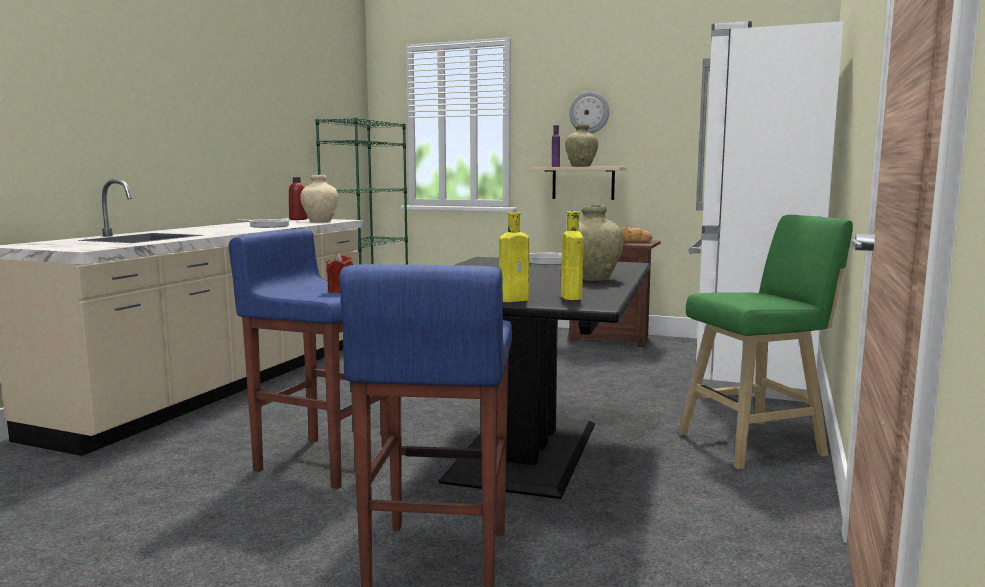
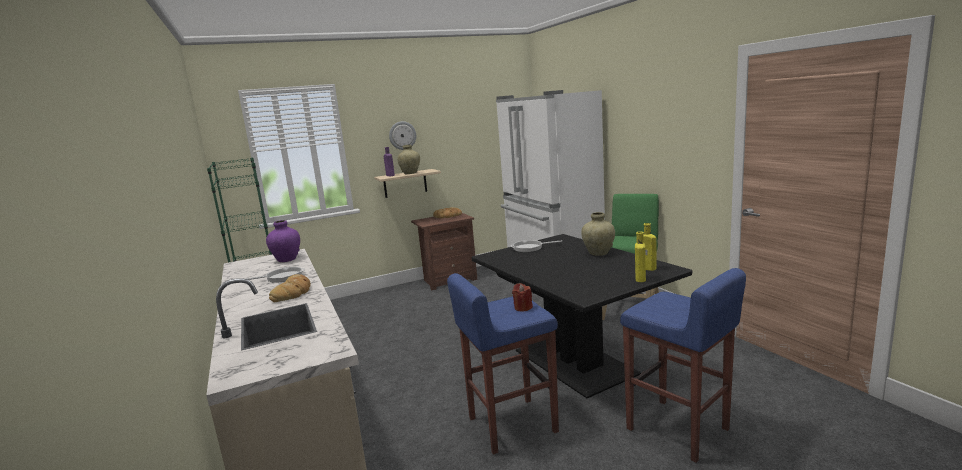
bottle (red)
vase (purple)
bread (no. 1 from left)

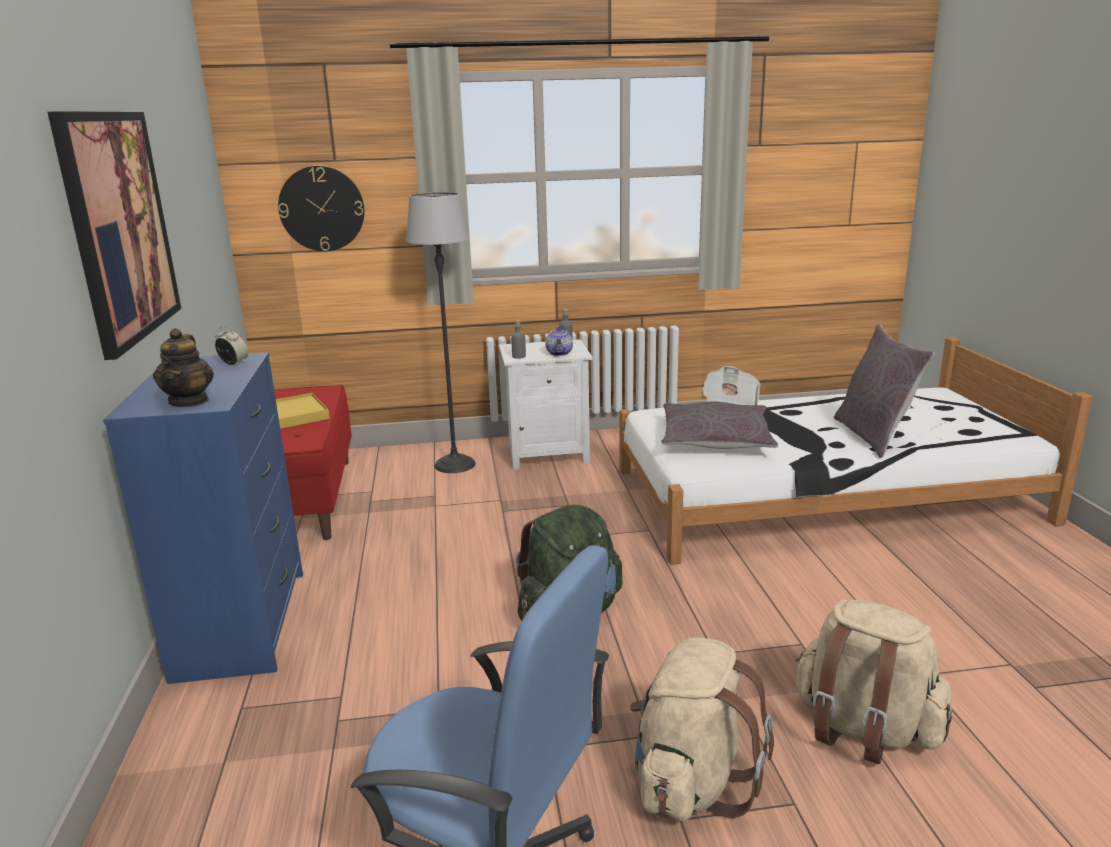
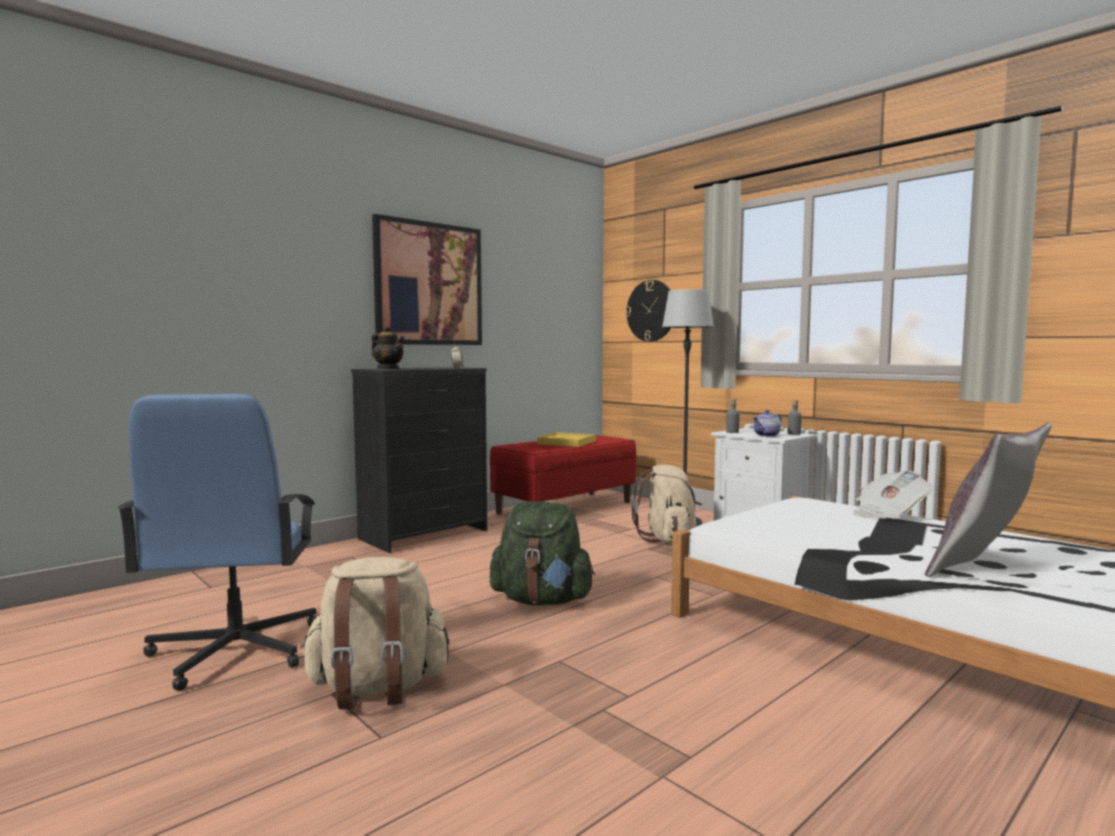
dresser (black)
teapot (no. 1 from left)
pillow (grey) (no. 1 from left in the first image)
backpack (beige) (no. 2 from left)

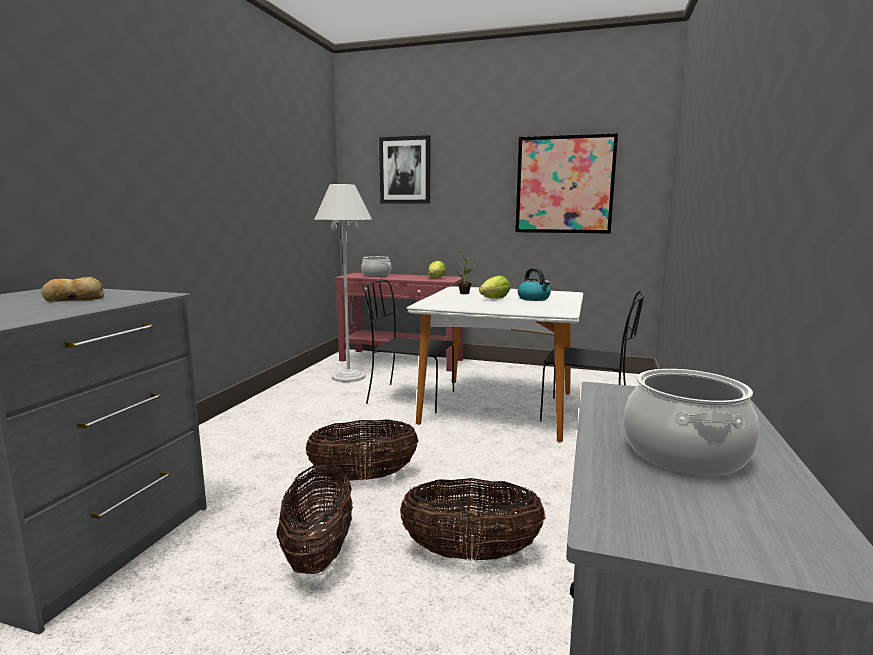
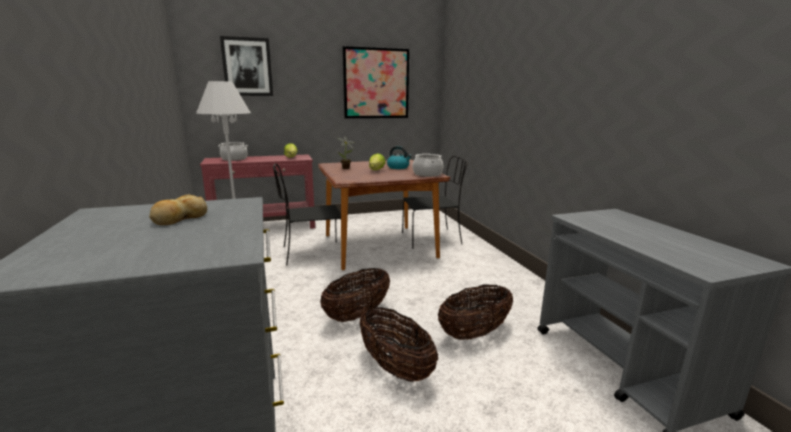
dining table (brown)
cooking pot (no. 2 from left)

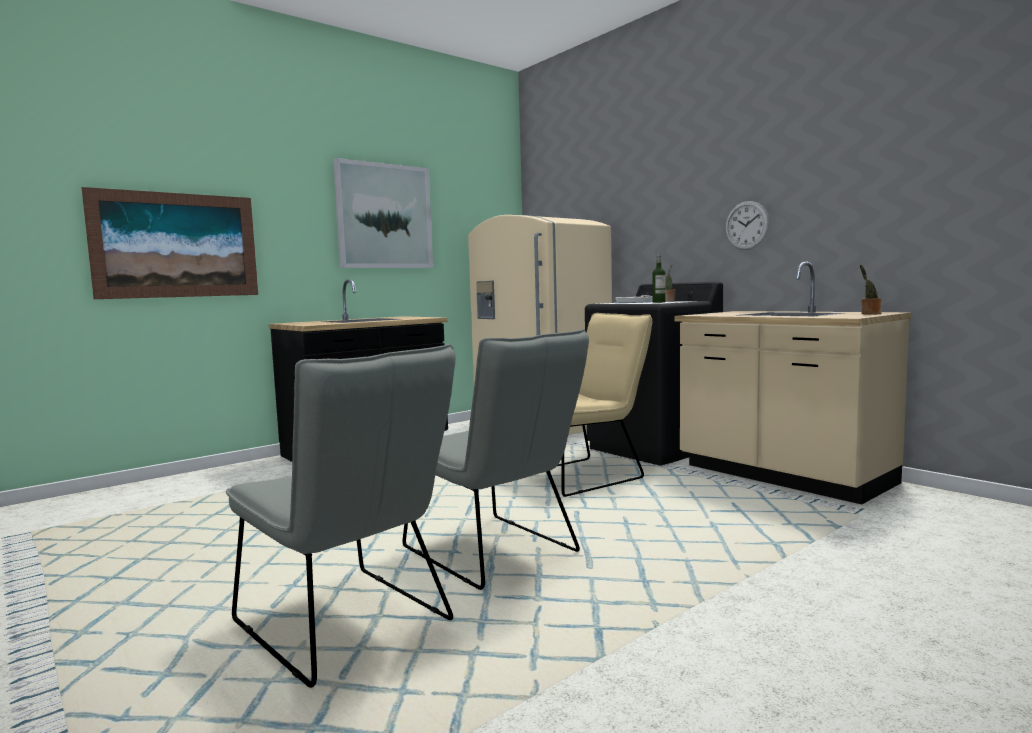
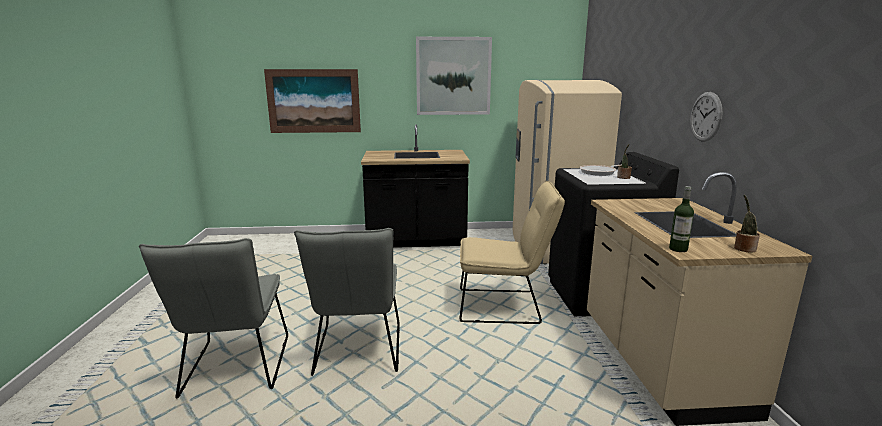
bottle

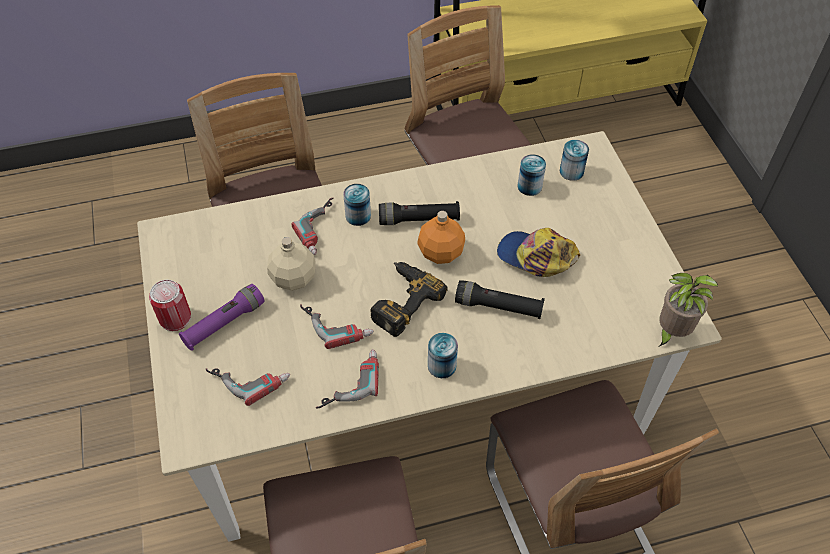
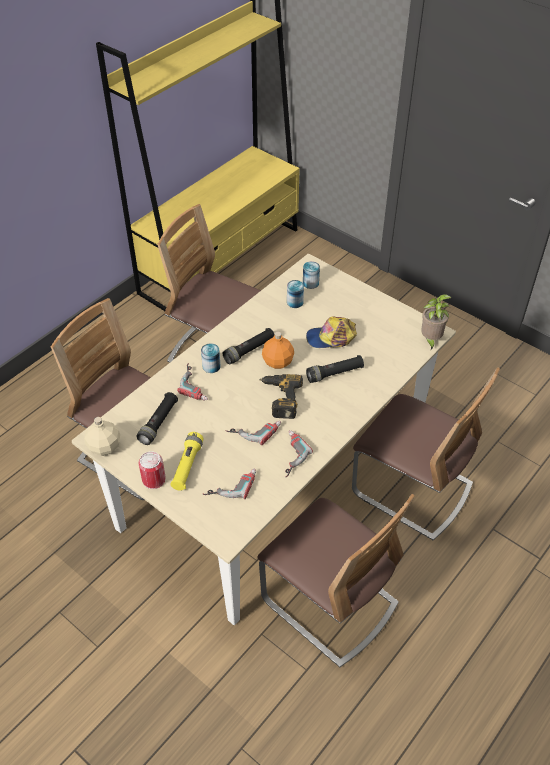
flashlight (yellow)
bottle (beige)
can (no. 3 from left in the first image)
flashlight (black) (no. 1 from left)

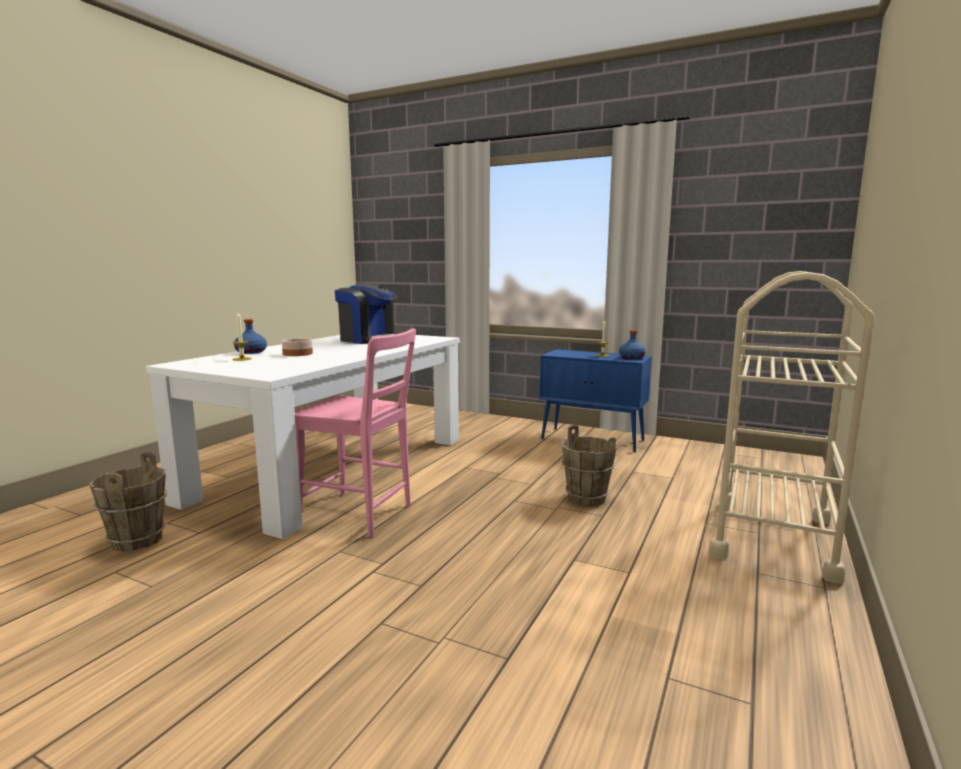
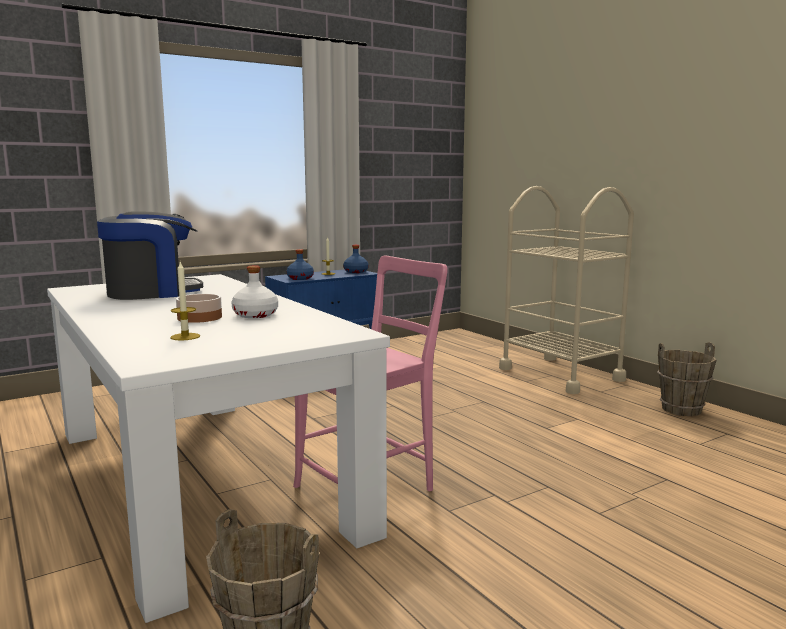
bottle (blue) (no. 1 from left)
bucket (brown) (no. 2 from left)
bottle (white)

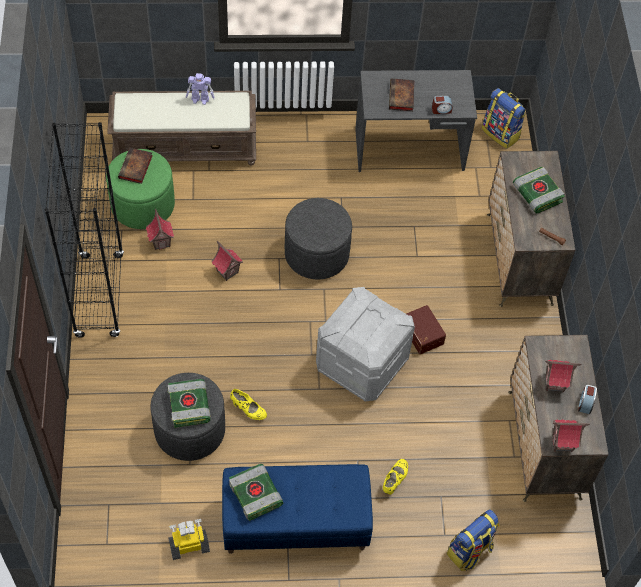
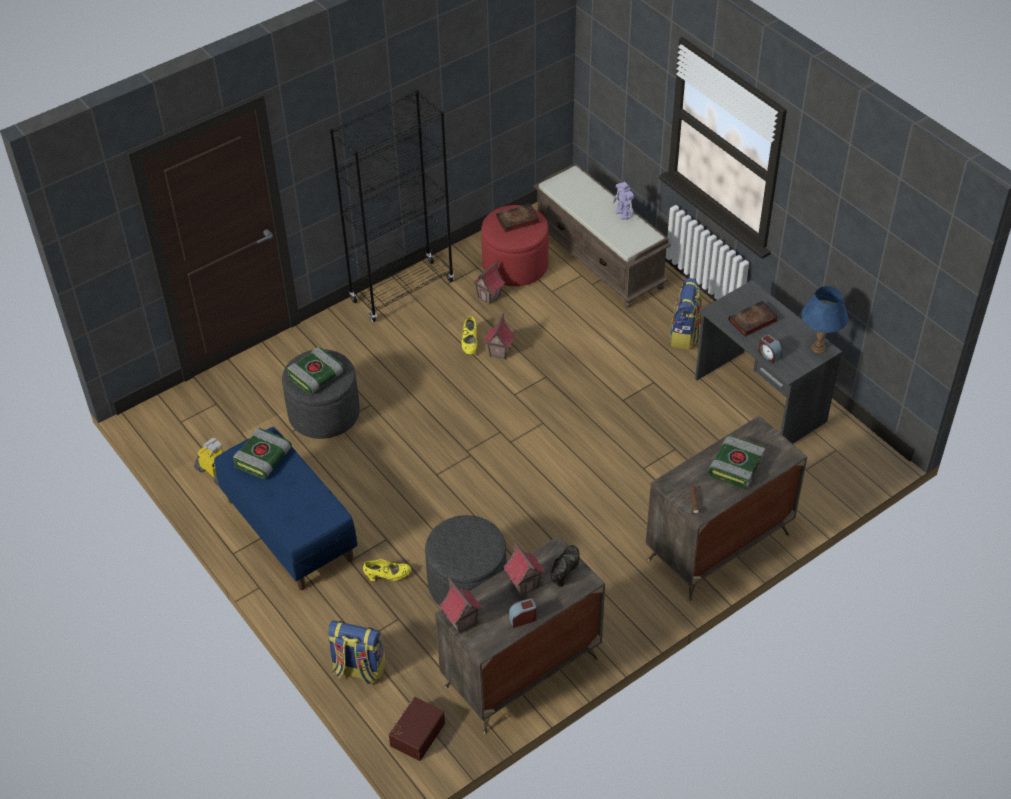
ottoman (red)
shoe (yellow) (no. 2 from left)
ottoman (grey) (no. 2 from left)
storage box (grey)
storage box (brown)
backpack (no. 2 from left)
shoe (black)
table lamp (blue)

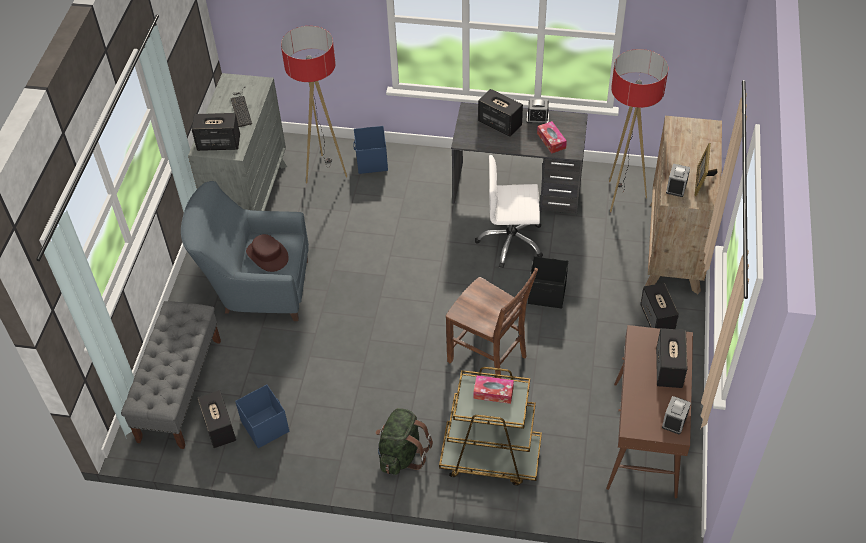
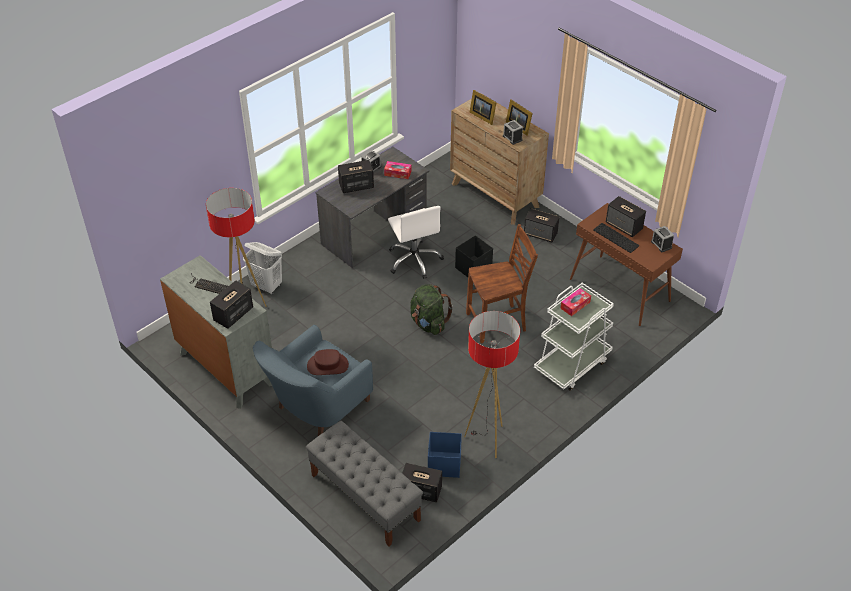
laundry basket (white)
backpack (green)
cart (white)
office chair (white)
floor lamp (no. 2 from left)
picture frame (no. 1 from left)
keyboard (no. 2 from left)

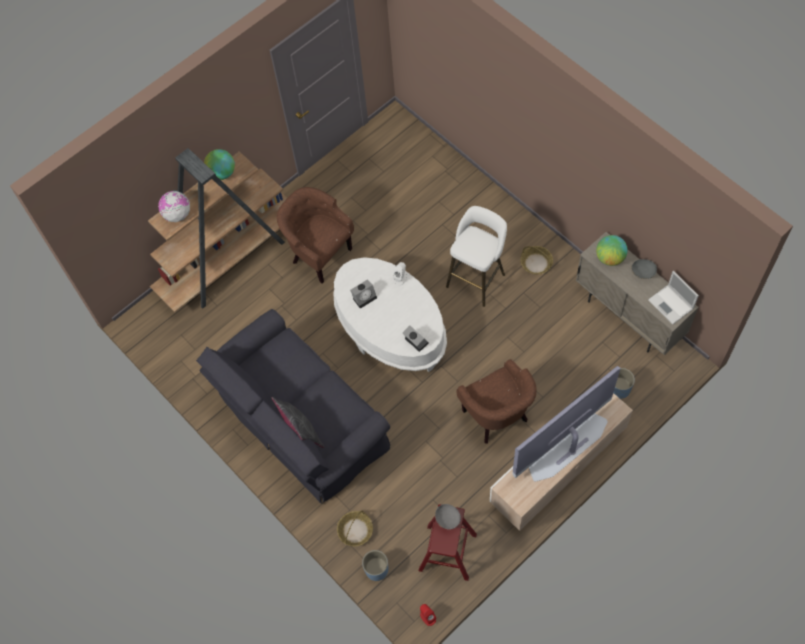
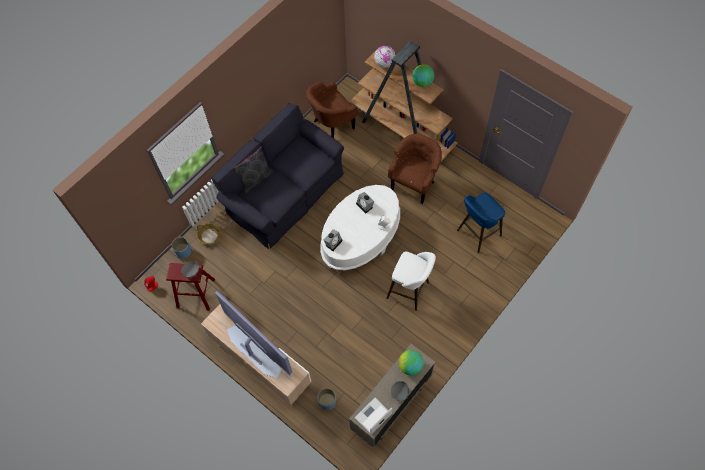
armchair (brown) (no. 1 from left)
basket (no. 2 from left in the first image)
stool (blue)

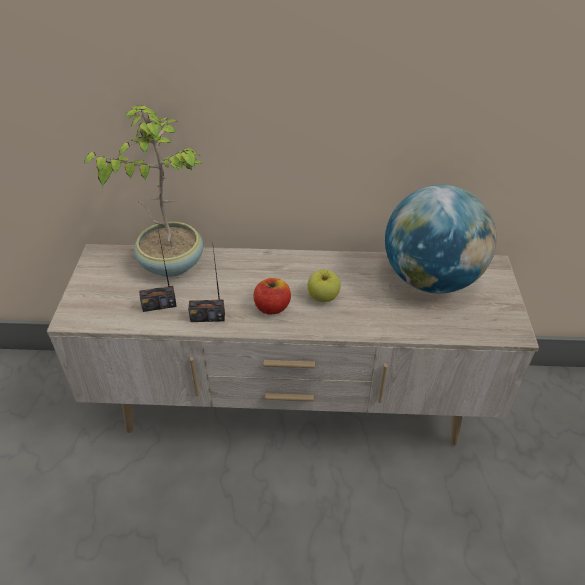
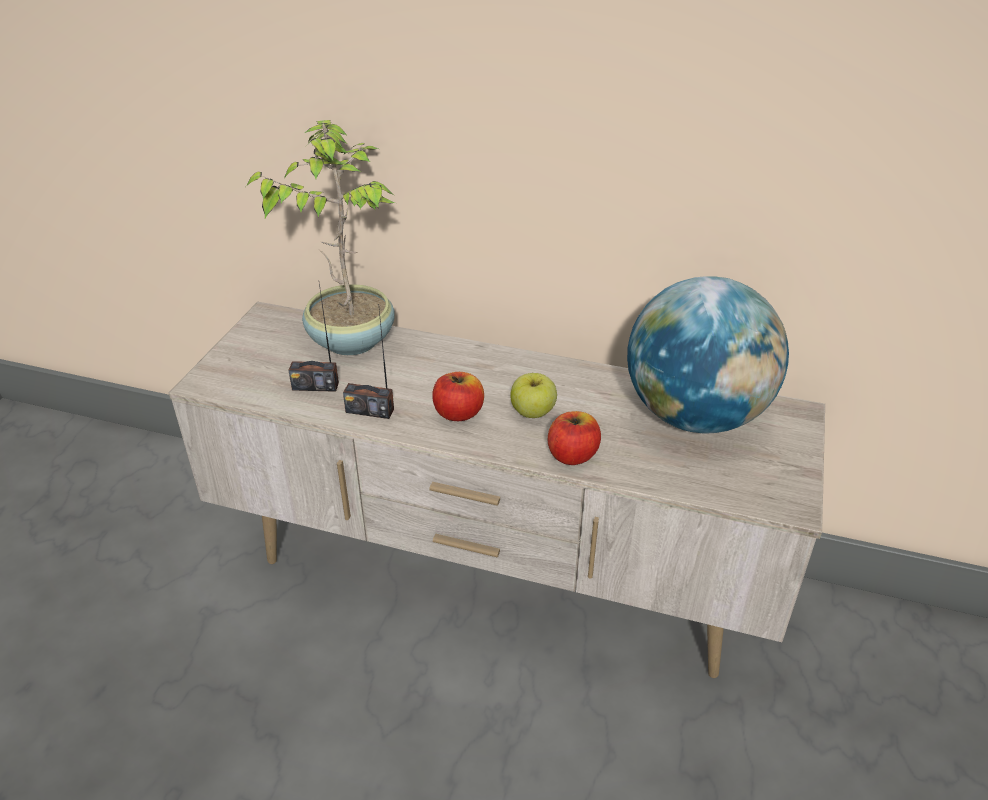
apple (no. 3 from left)

